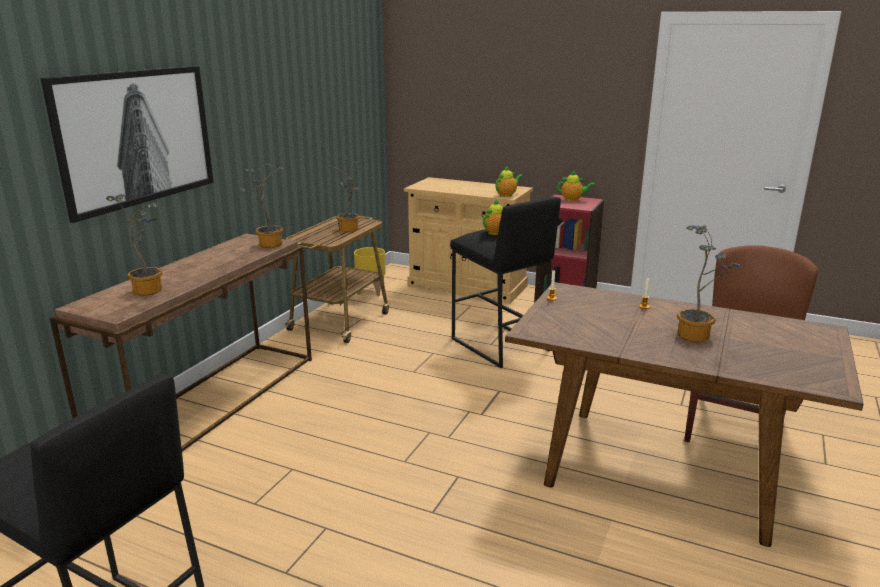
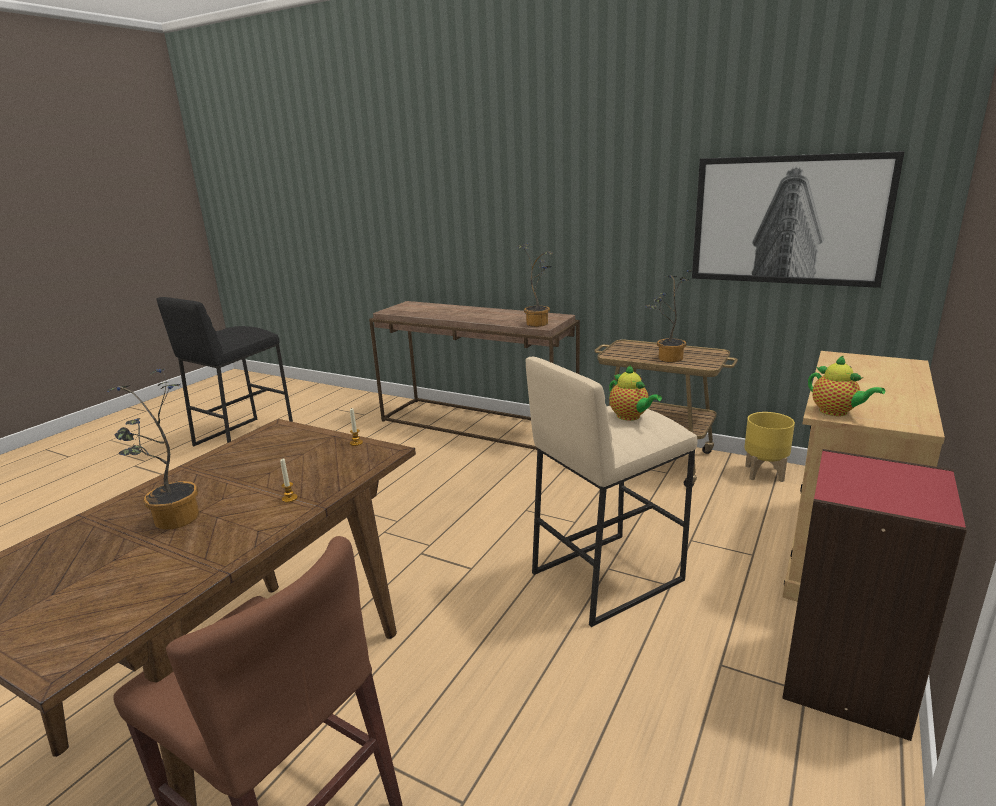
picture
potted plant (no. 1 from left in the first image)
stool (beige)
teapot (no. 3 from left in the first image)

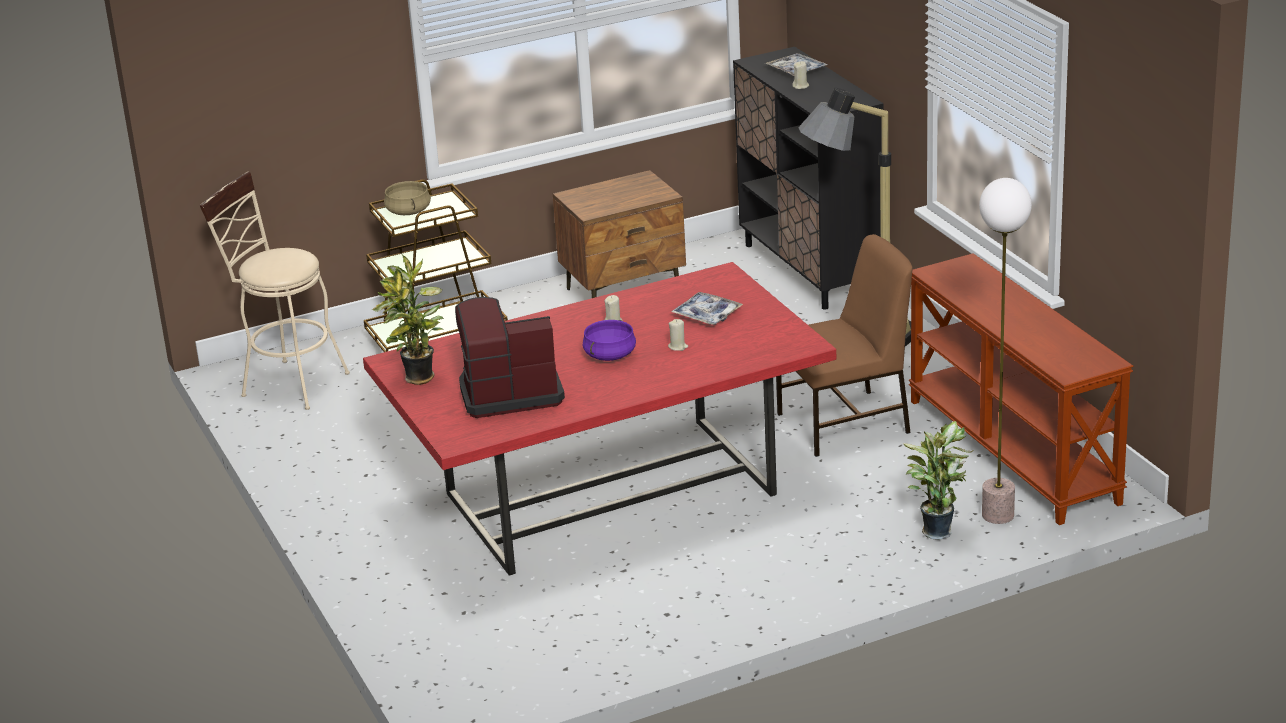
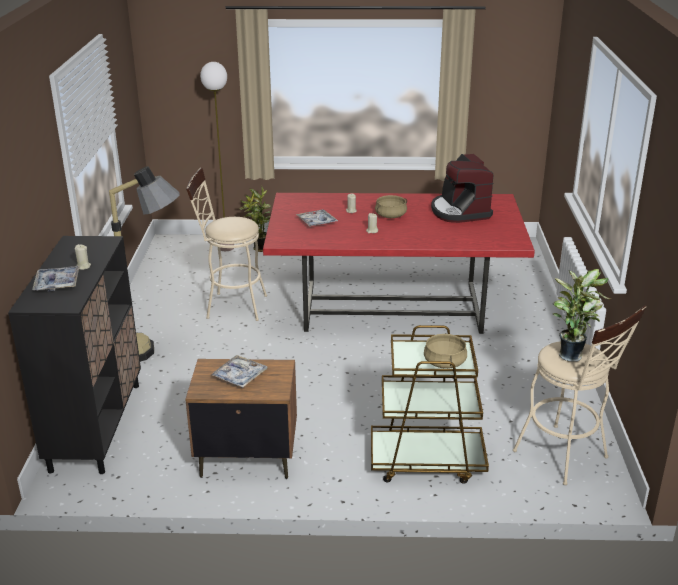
potted plant (no. 2 from left)
coffee machine
cooking pot (beige) (no. 1 from left)
stool (beige) (no. 1 from left)
console table (brown)
tray (no. 2 from left)

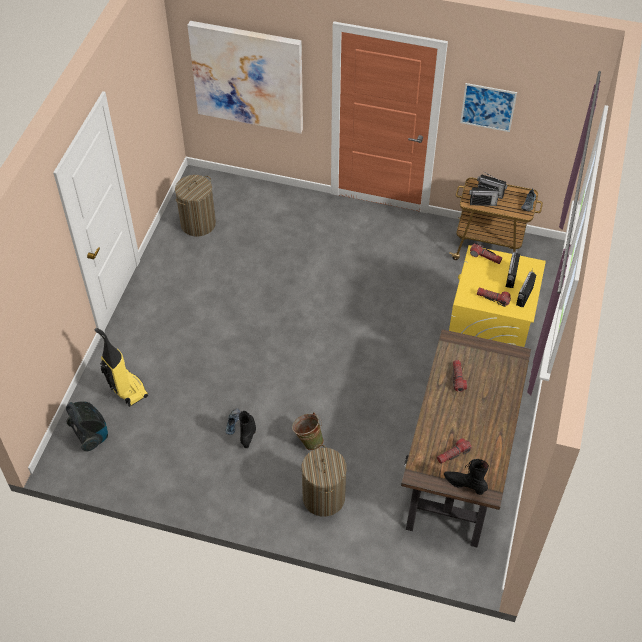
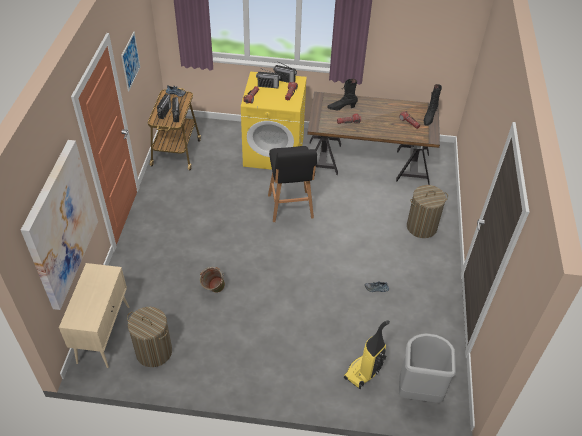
trash can (grey)
boot (black) (no. 1 from left)
bucket (green)
cabinet (beige)
stool (black)

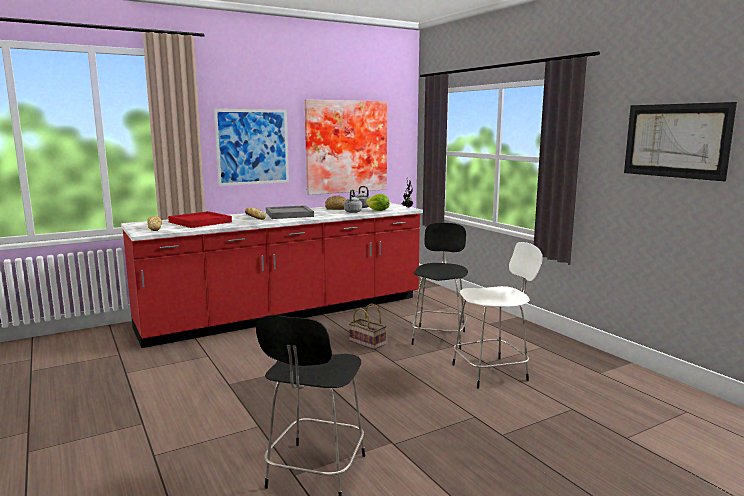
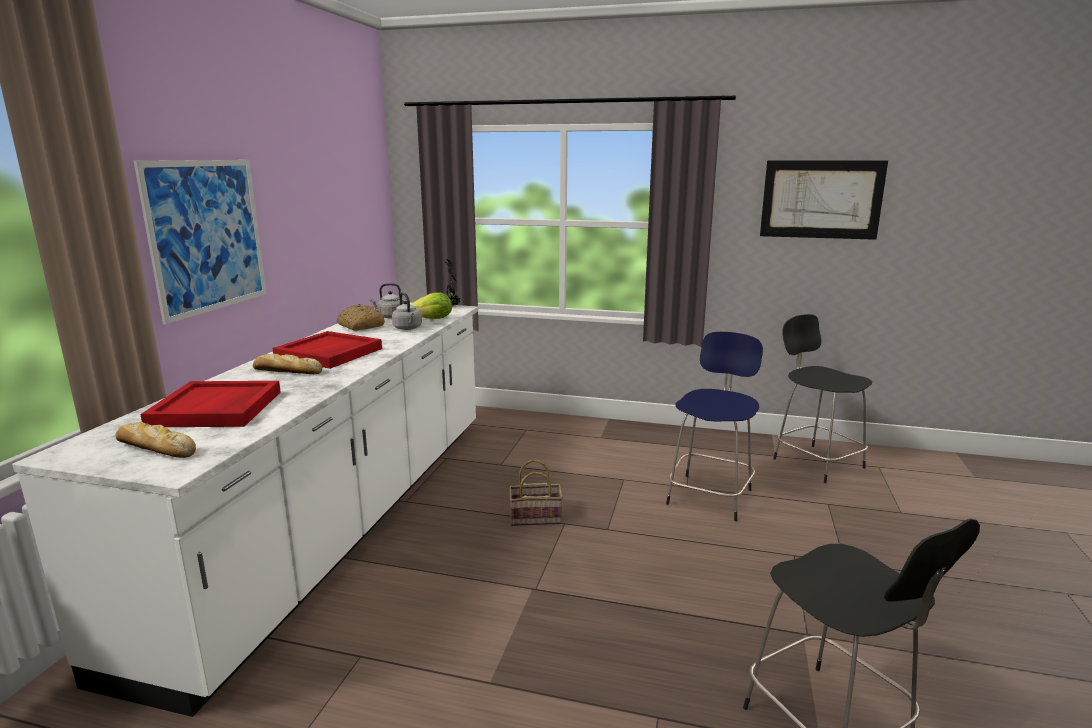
counter (white)
tray (red) (no. 2 from left)
picture (no. 2 from left in the first image)
stool (black) (no. 1 from left)
stool (blue)

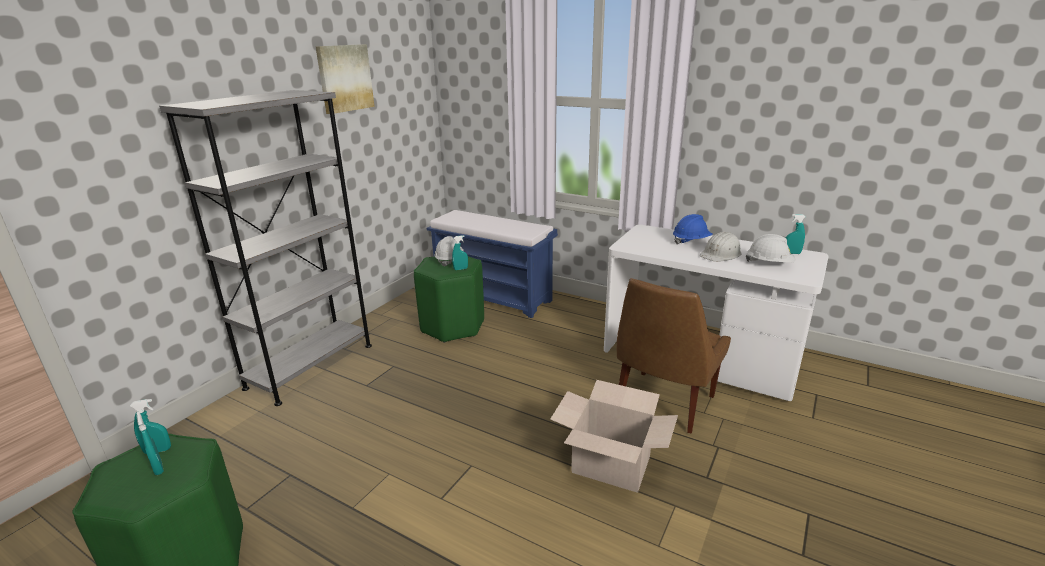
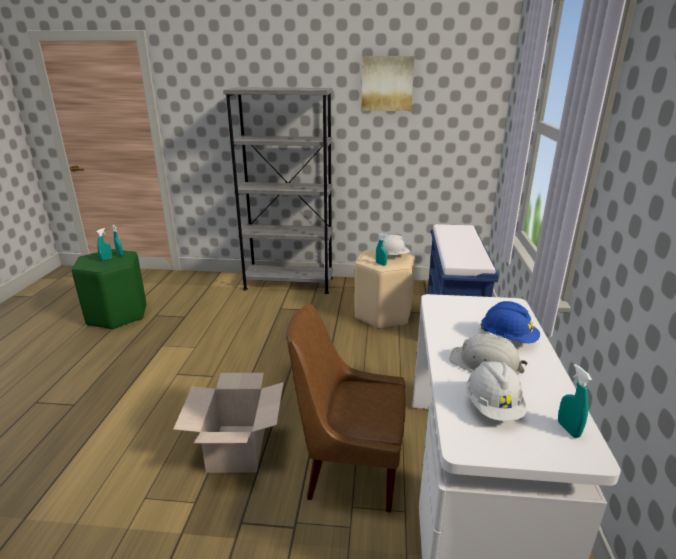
stool (beige)

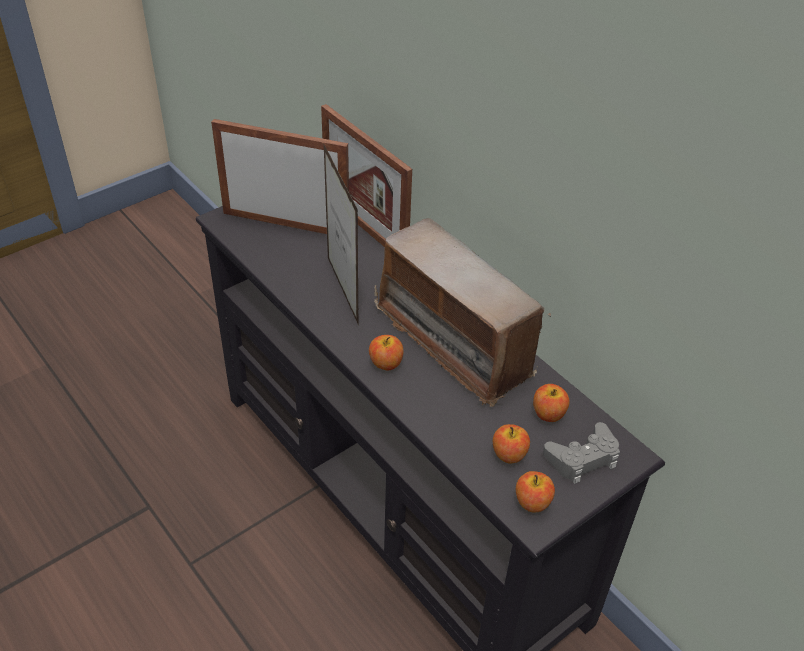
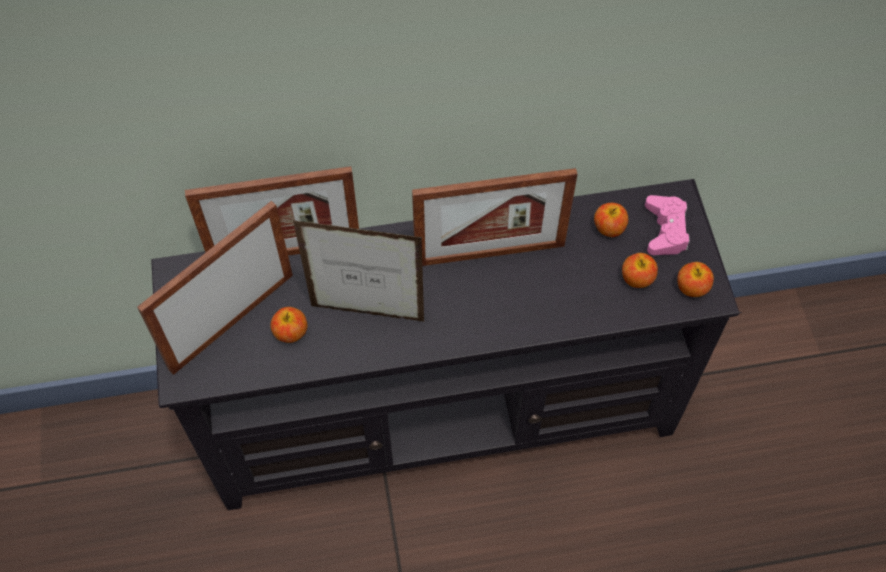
apple (no. 1 from left)
picture frame (no. 4 from left)
game controller (pink)

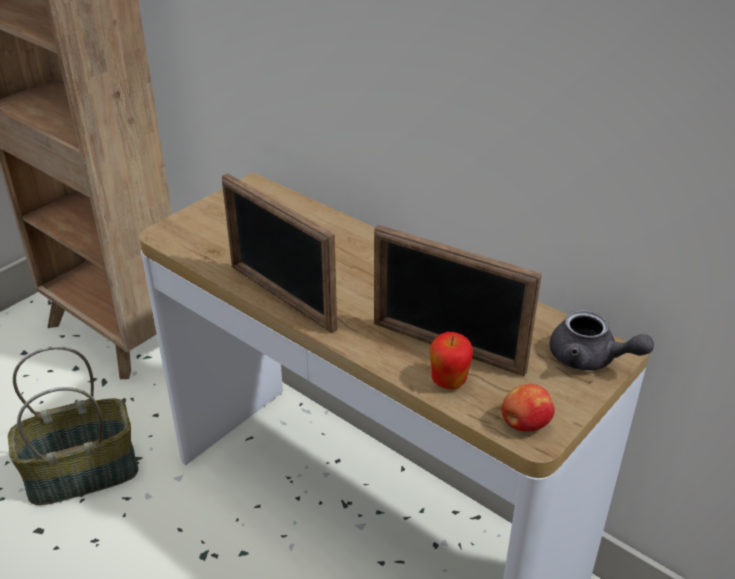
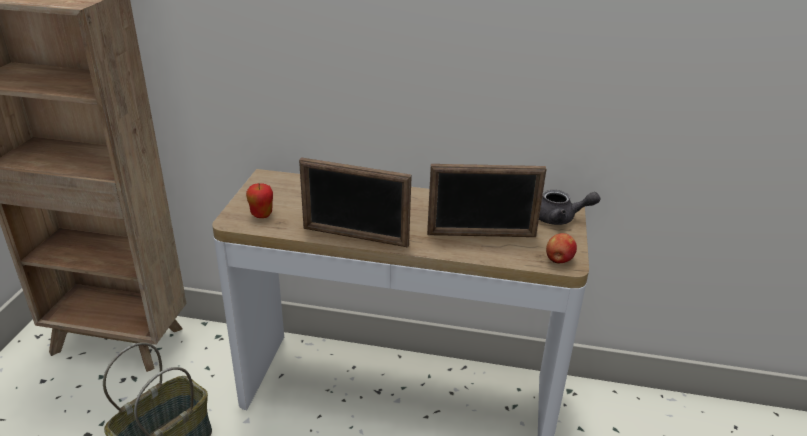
apple (no. 1 from left)

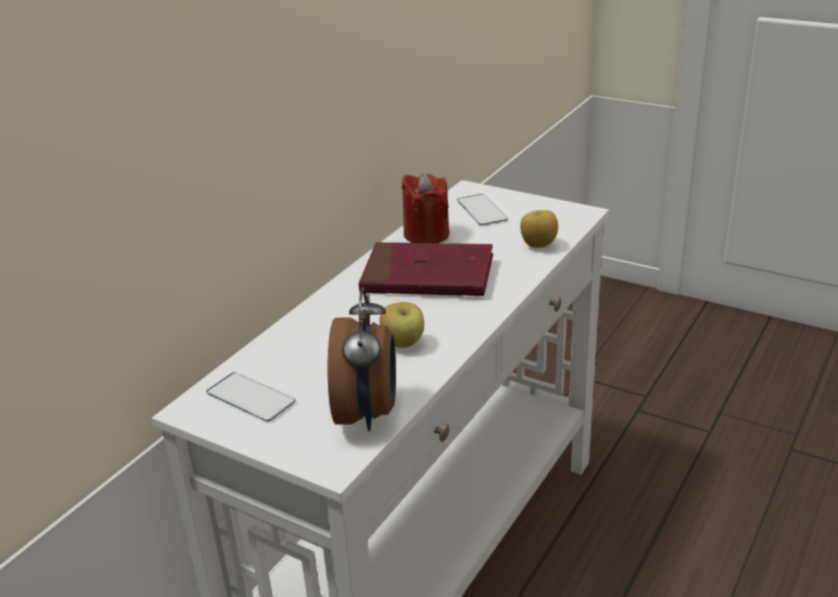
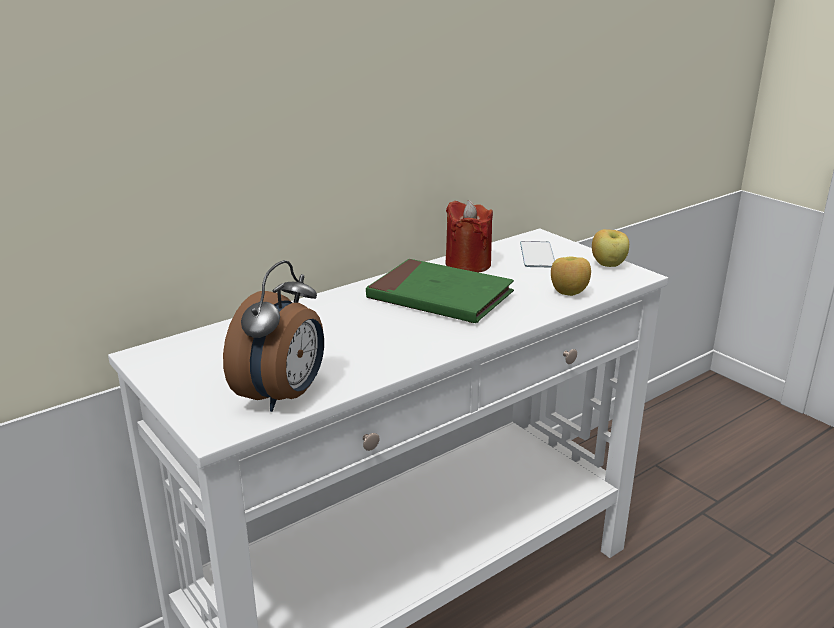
phone (no. 1 from left in the first image)
book (green)
apple (no. 2 from left)

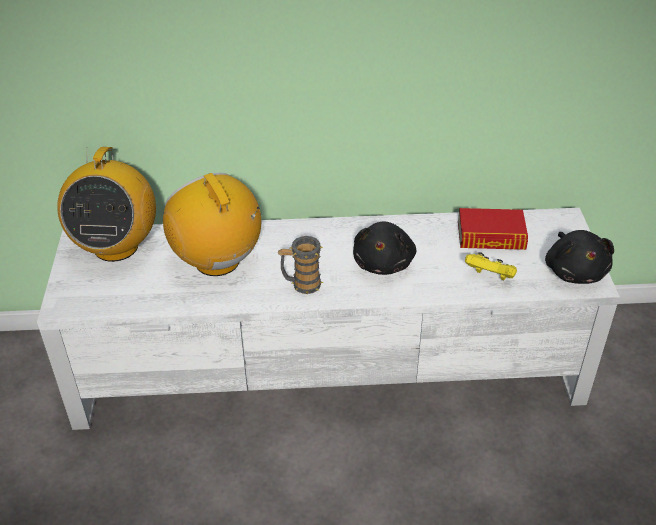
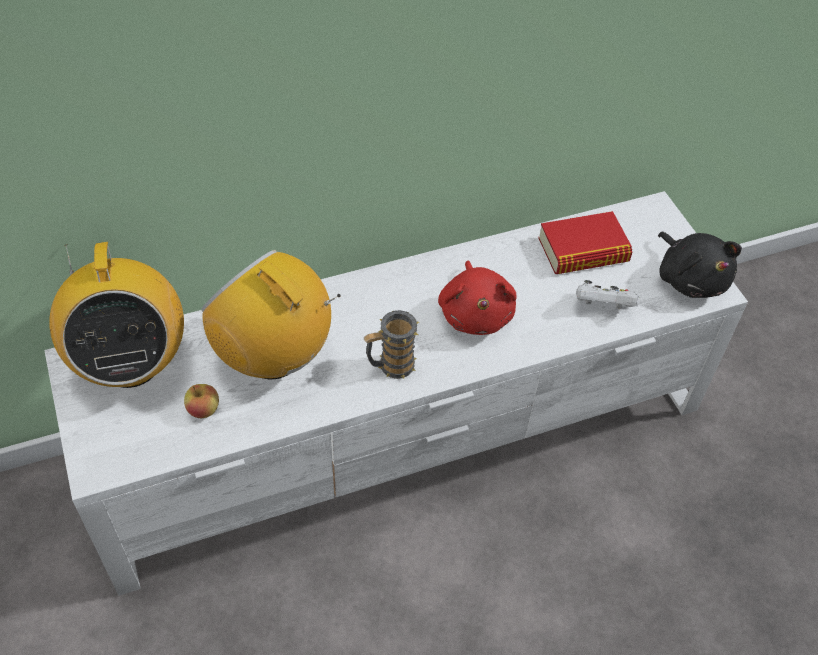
plush toy (red)
game controller (white)
apple

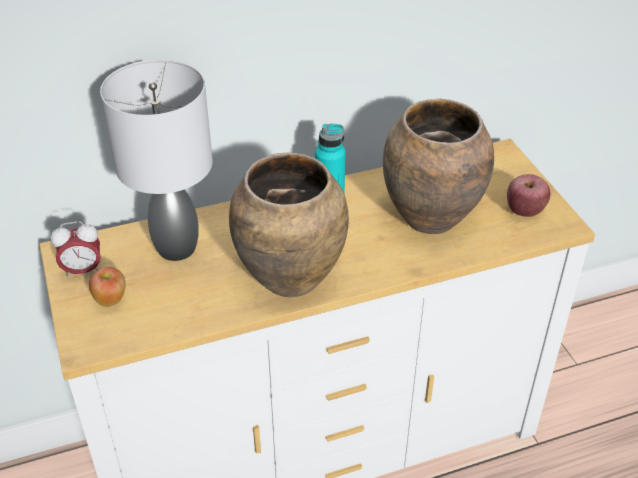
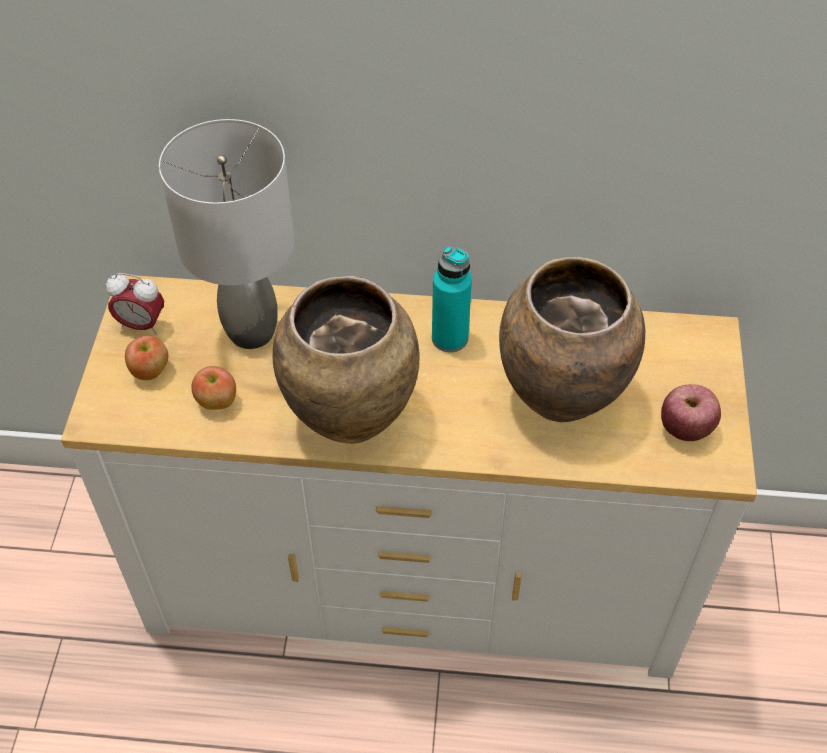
apple (no. 2 from left)

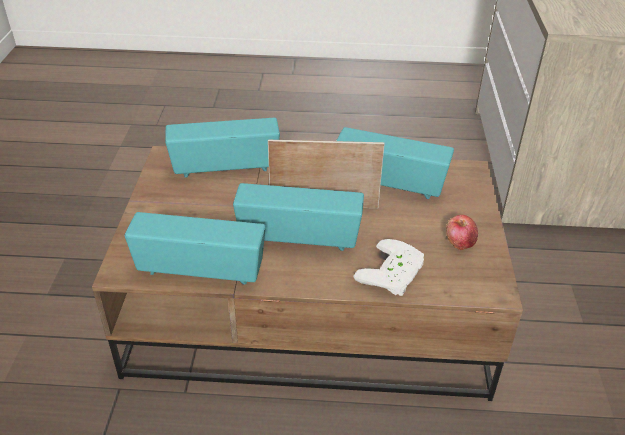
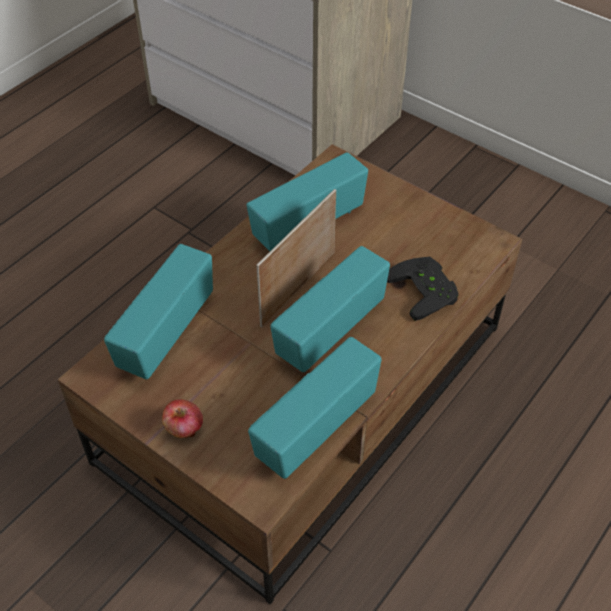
game controller (black)
apple

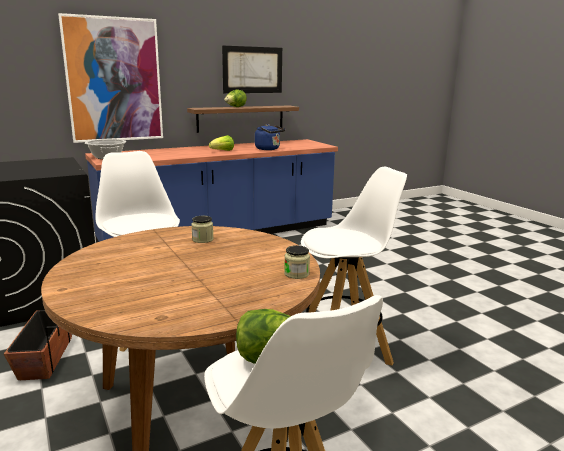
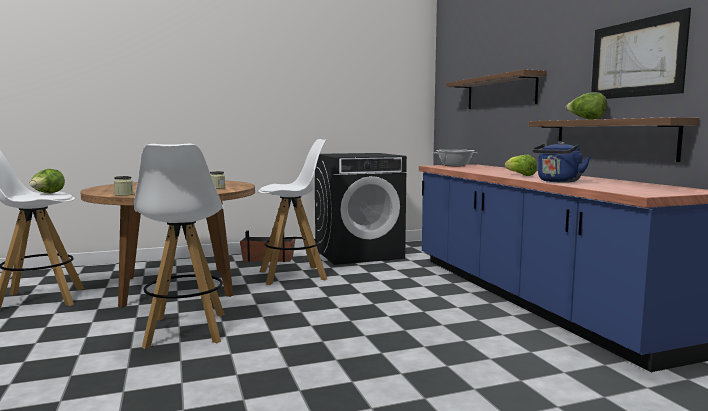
shelf (no. 1 from left)

